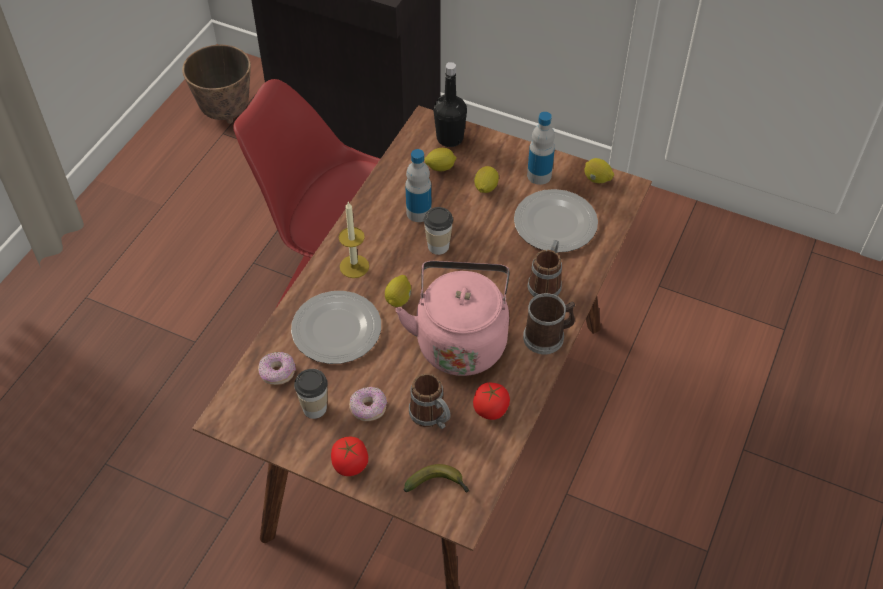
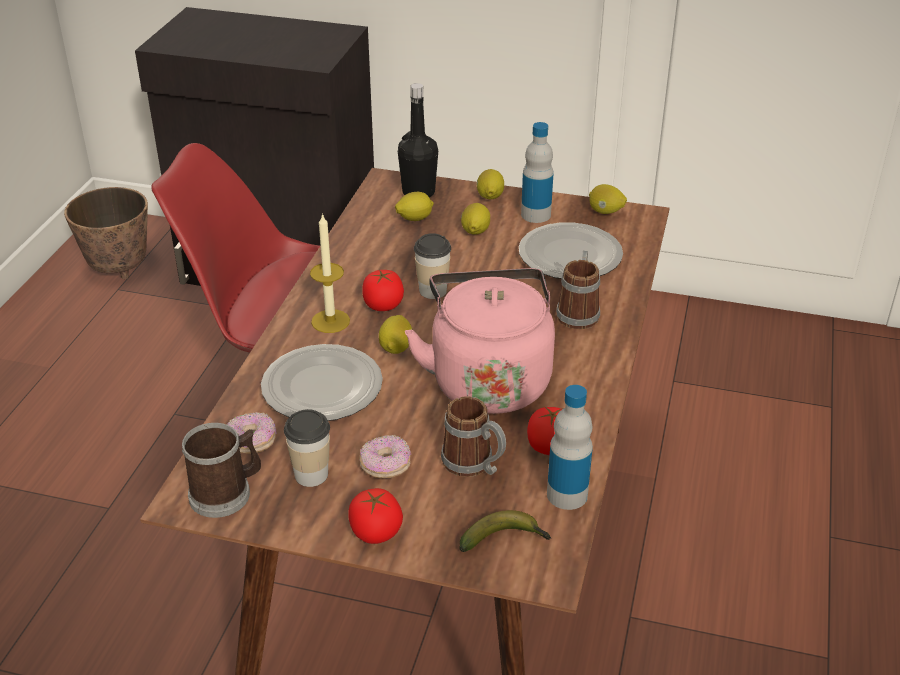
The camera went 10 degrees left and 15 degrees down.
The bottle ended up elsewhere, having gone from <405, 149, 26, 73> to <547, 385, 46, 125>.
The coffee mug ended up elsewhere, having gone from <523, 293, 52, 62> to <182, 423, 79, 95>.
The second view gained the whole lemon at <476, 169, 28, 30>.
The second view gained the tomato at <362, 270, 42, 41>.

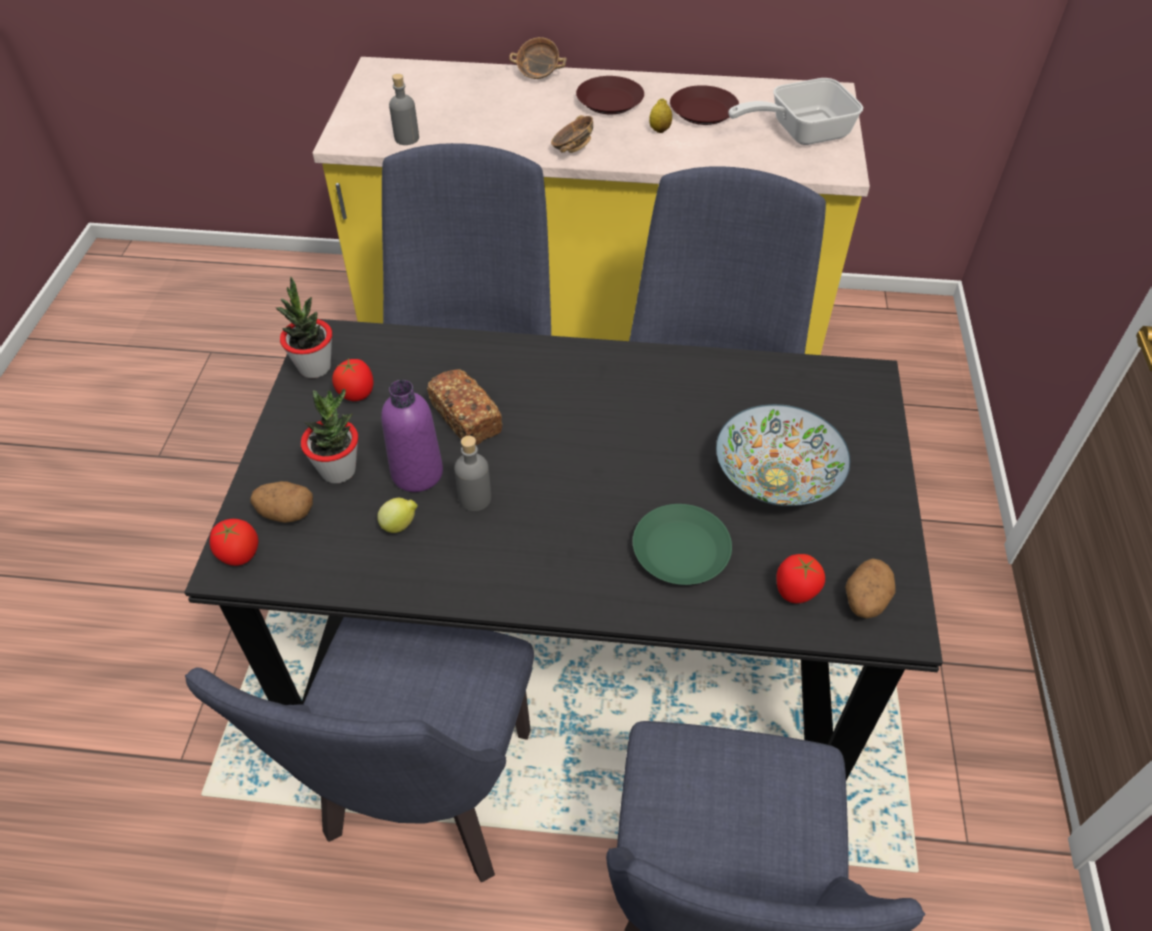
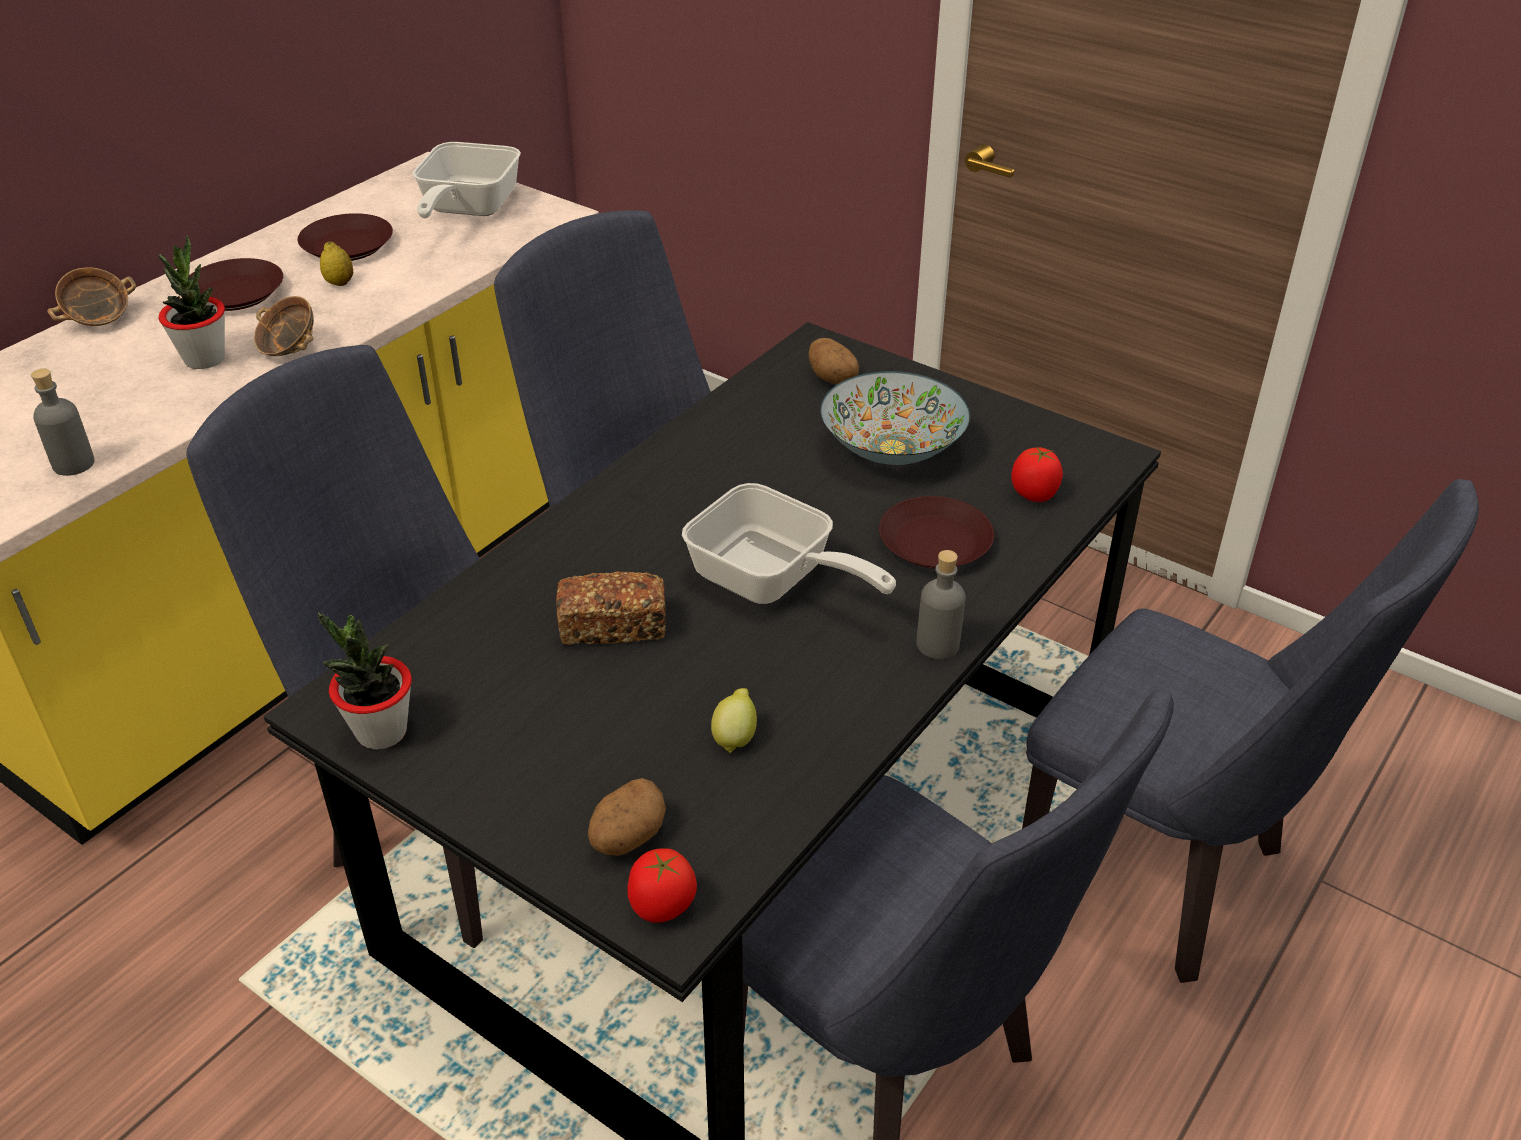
The camera went 60 degrees left and 10 degrees down.
The second view lost the tomato at <332, 358, 42, 43>.
The second view lost the bottle in purple at <381, 380, 62, 112>.
The houseplant ended up elsewhere, having gone from <301, 389, 57, 94> to <159, 236, 66, 133>.
The bottle in grey ended up elsewhere, having gone from <454, 436, 37, 75> to <917, 550, 49, 109>.
What was the flat dish in green at <633, 504, 99, 81> turned into the flat dish in brown-coloured at <879, 496, 115, 73>.
The whole potato ended up elsewhere, having gone from <845, 558, 50, 61> to <809, 338, 50, 46>.
The second view gained the skillet at <682, 483, 214, 121>.

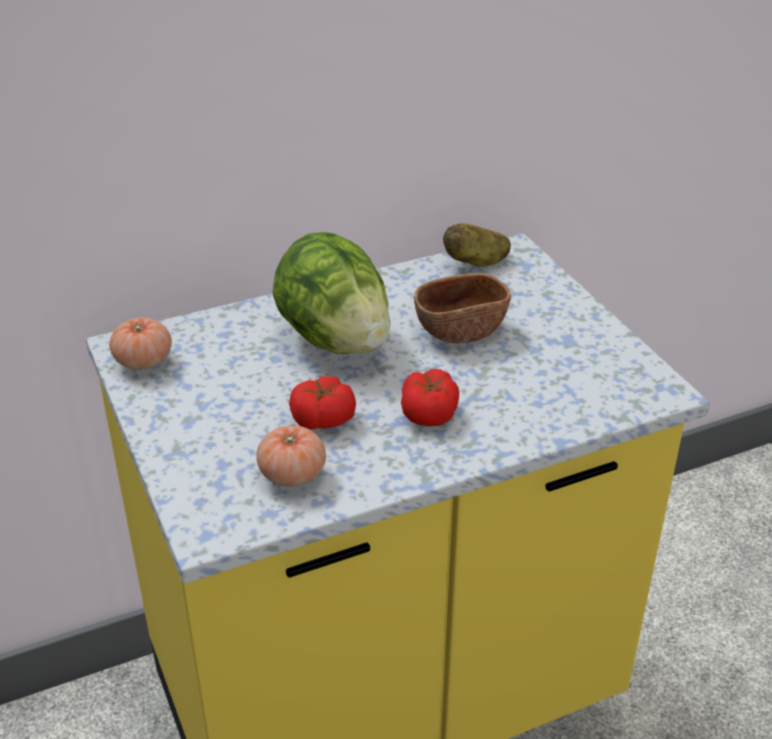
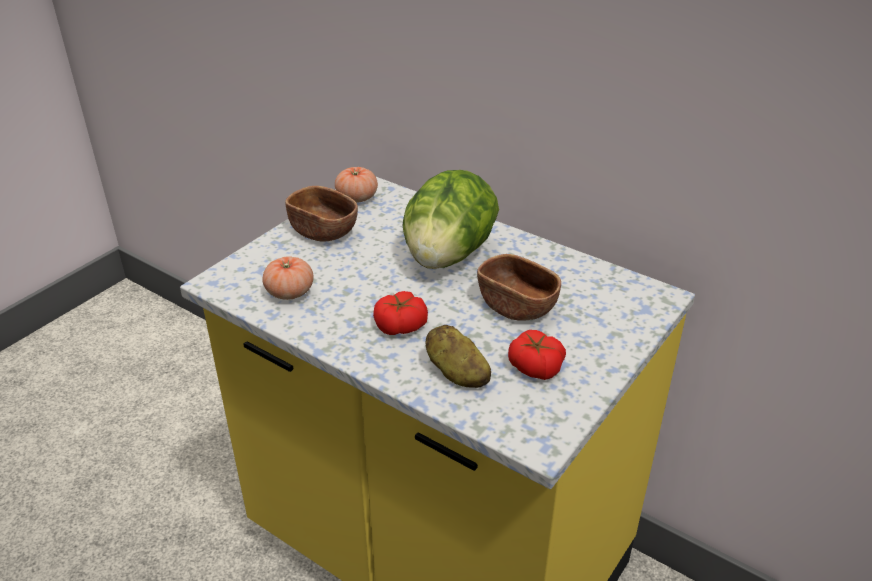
The camera went 60 degrees right and 0 degrees up.
The whole potato ended up elsewhere, having gone from <443, 223, 68, 44> to <426, 325, 65, 63>.
The tomato ended up elsewhere, having gone from <289, 376, 67, 54> to <508, 330, 58, 50>.
The second view gained the deep dish in brown-coloured at <285, 186, 73, 55>.

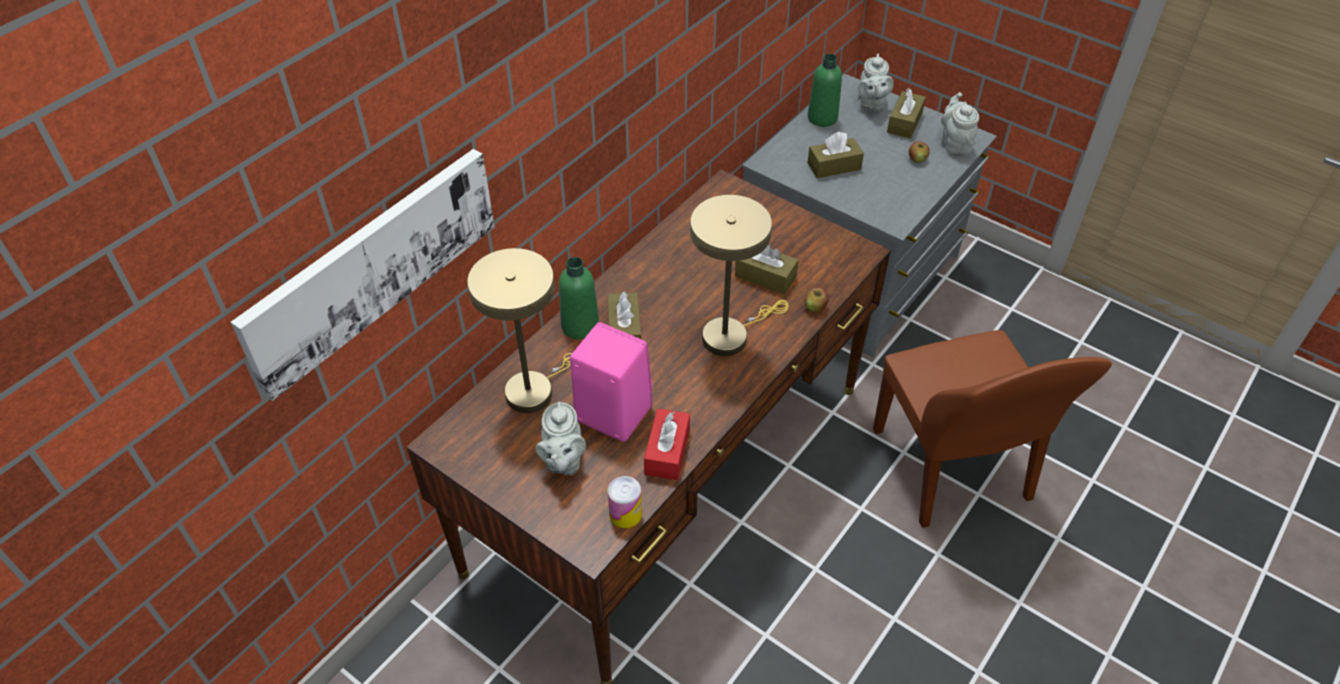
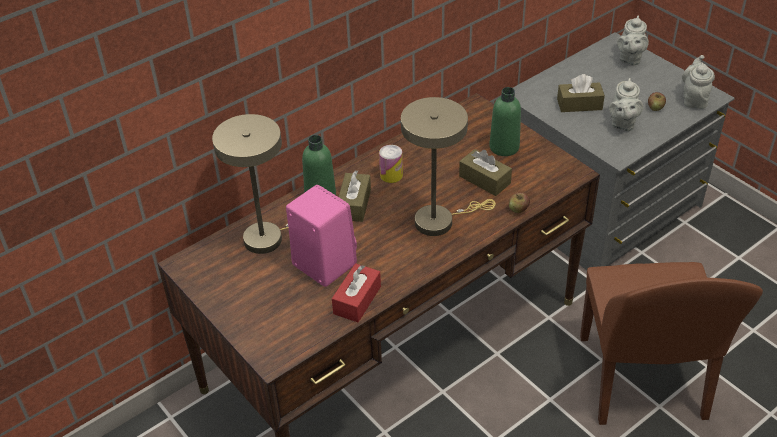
The camera went 15 degrees right and 5 degrees down.
The bottle in green ended up elsewhere, having gone from <808, 54, 34, 73> to <489, 87, 32, 69>.
The second view lost the box of tissues in brown-coloured at <887, 88, 39, 51>.
The second view lost the wall picture at <231, 149, 264, 252>.
The tea pot in grey ended up elsewhere, having gone from <536, 401, 50, 74> to <609, 78, 34, 53>.
The can ended up elsewhere, having gone from <608, 476, 34, 52> to <379, 145, 24, 38>.

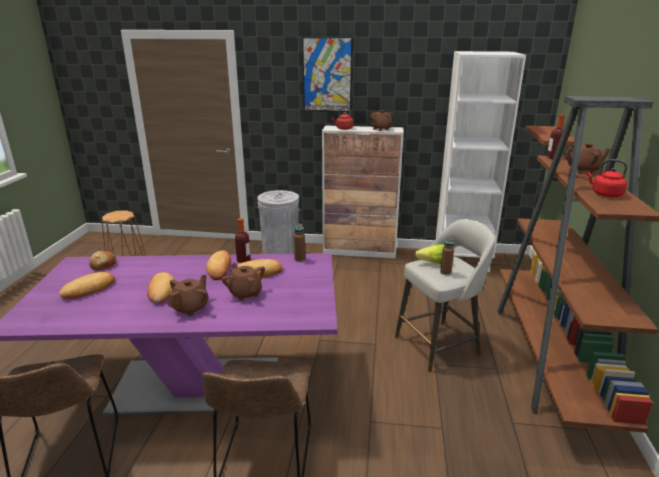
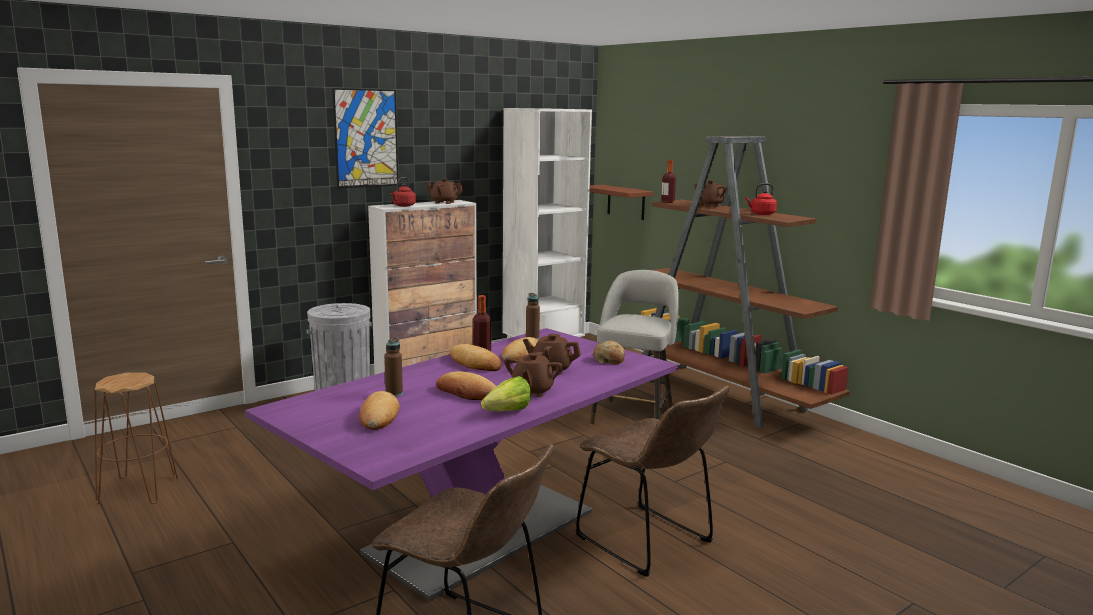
The camera went 45 degrees left and 10 degrees down.
The bottle in brown-coloured ended up elsewhere, having gone from <440, 238, 14, 37> to <384, 338, 19, 59>.
The lettuce ended up elsewhere, having gone from <415, 244, 29, 20> to <481, 376, 50, 35>.
The baked bread ended up elsewhere, having gone from <89, 251, 27, 20> to <593, 340, 32, 24>.
The tea pot in brown-coloured at <168, 275, 41, 41> ended up facing another way, 150 degrees counterclockwise from before.

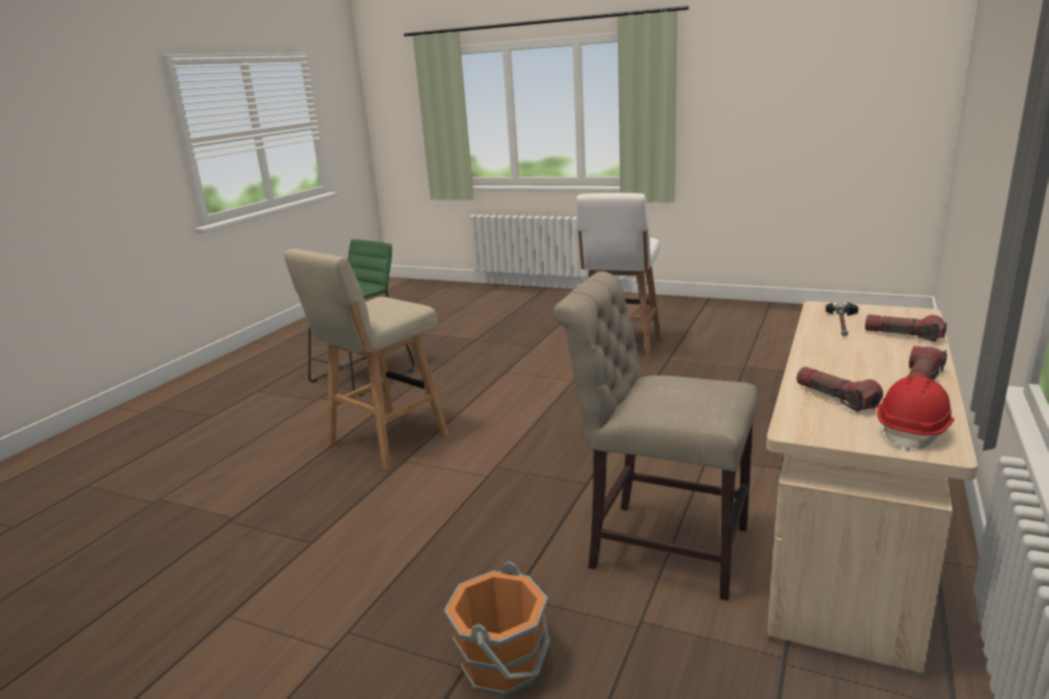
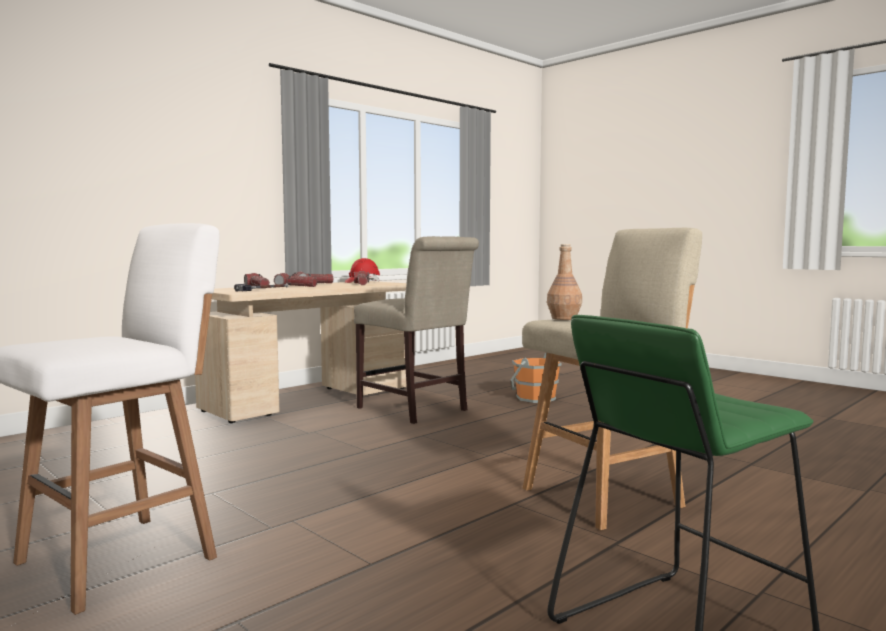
The camera went 160 degrees left and 15 degrees down.
The second view gained the bottle in brown-coloured at <547, 244, 35, 76>.
The second view gained the hand torch at <274, 273, 43, 14>.

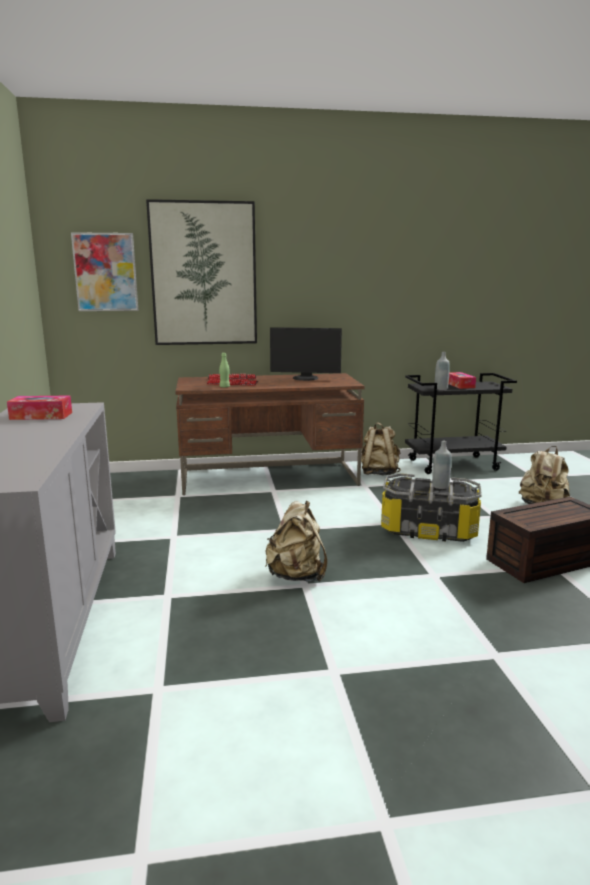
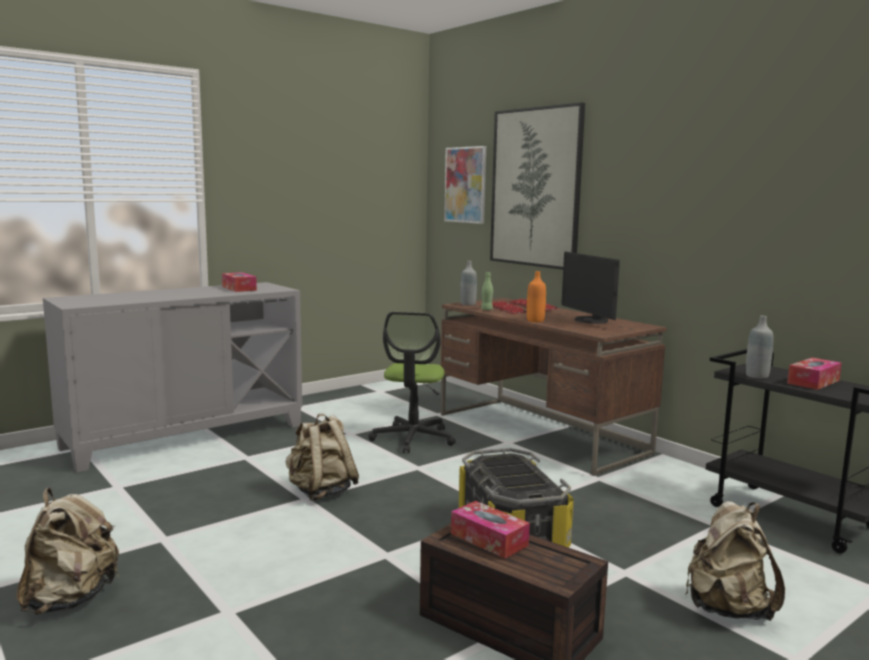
The camera went 60 degrees right and 5 degrees down.
The backpack in beige ended up elsewhere, having gone from <361, 422, 39, 53> to <16, 488, 103, 127>.
The bottle in grey ended up elsewhere, having gone from <432, 441, 19, 48> to <460, 261, 17, 45>.
The second view gained the bottle in orange at <527, 271, 19, 51>.
The second view gained the desk chair at <368, 312, 88, 141>.
The second view gained the box of tissues at <451, 501, 79, 58>.

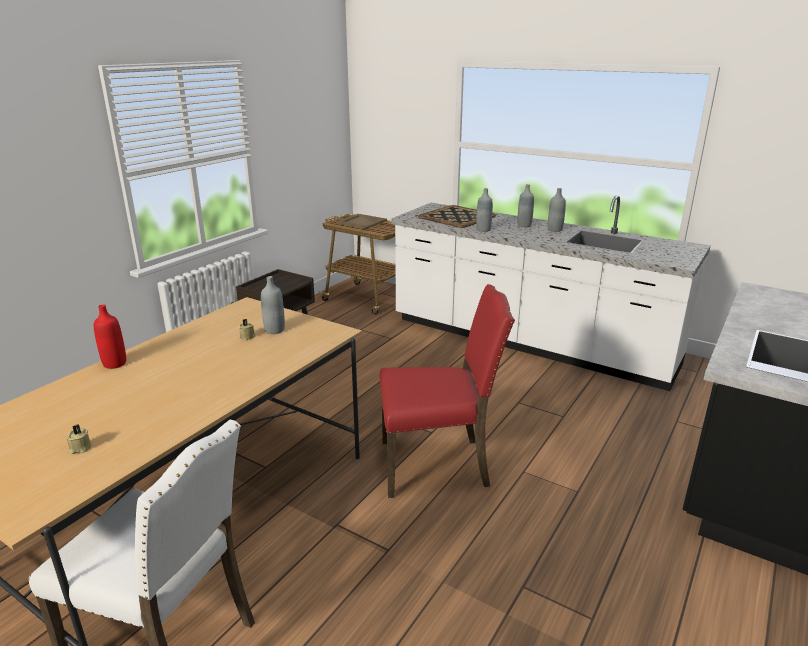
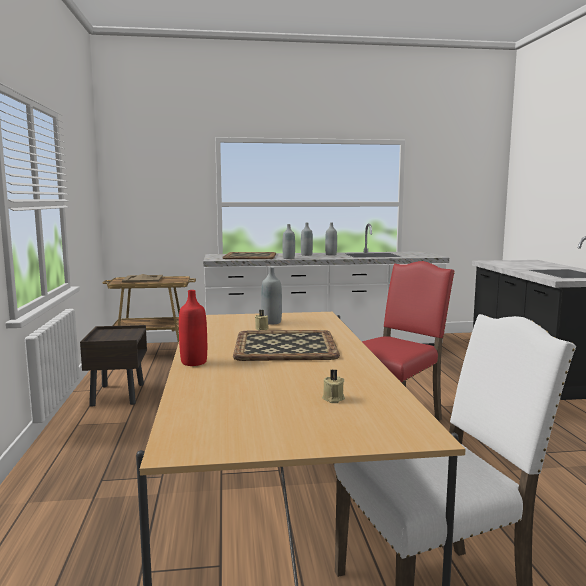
The camera went 40 degrees left and 15 degrees down.
The second view gained the tray at <233, 330, 107, 31>.

